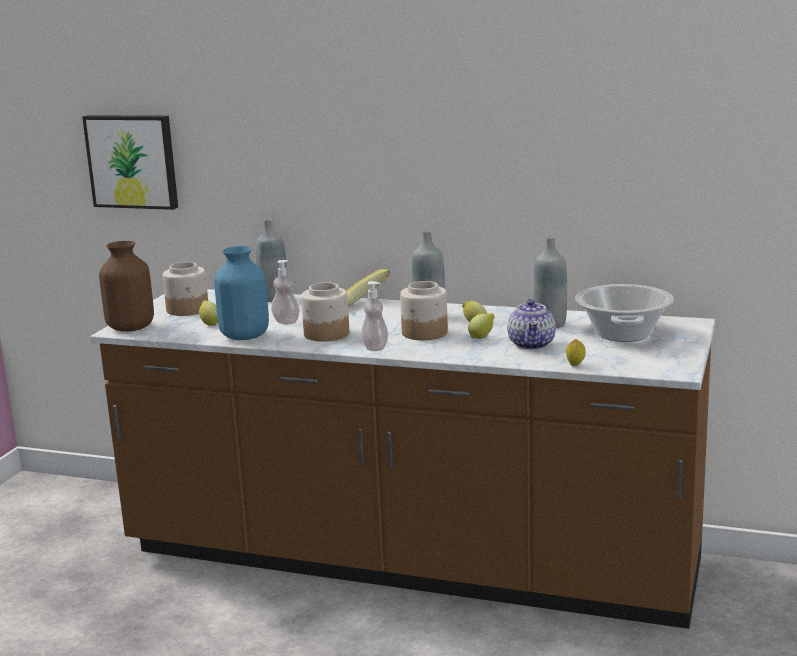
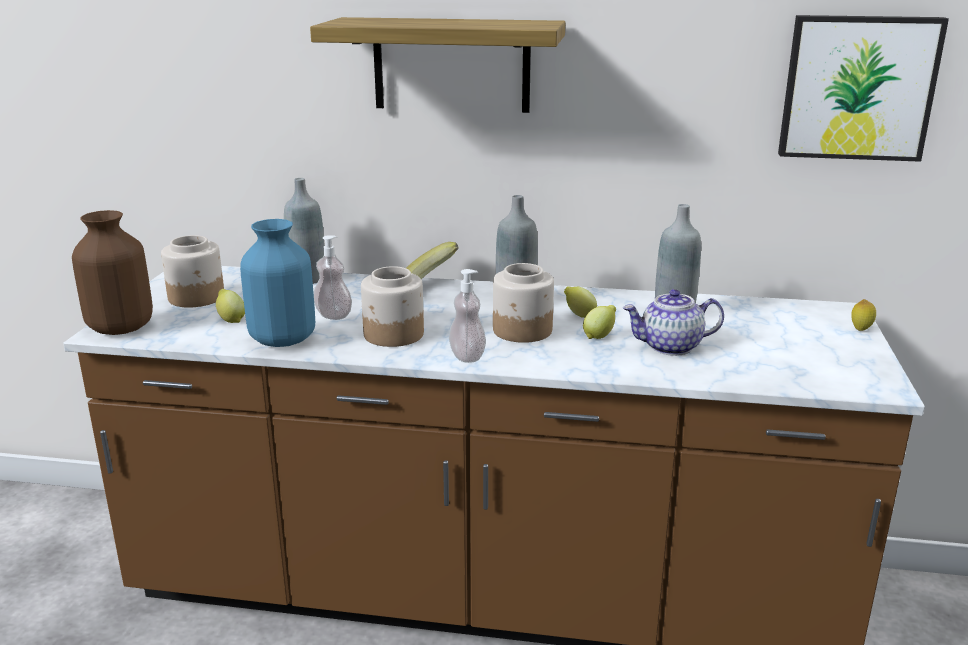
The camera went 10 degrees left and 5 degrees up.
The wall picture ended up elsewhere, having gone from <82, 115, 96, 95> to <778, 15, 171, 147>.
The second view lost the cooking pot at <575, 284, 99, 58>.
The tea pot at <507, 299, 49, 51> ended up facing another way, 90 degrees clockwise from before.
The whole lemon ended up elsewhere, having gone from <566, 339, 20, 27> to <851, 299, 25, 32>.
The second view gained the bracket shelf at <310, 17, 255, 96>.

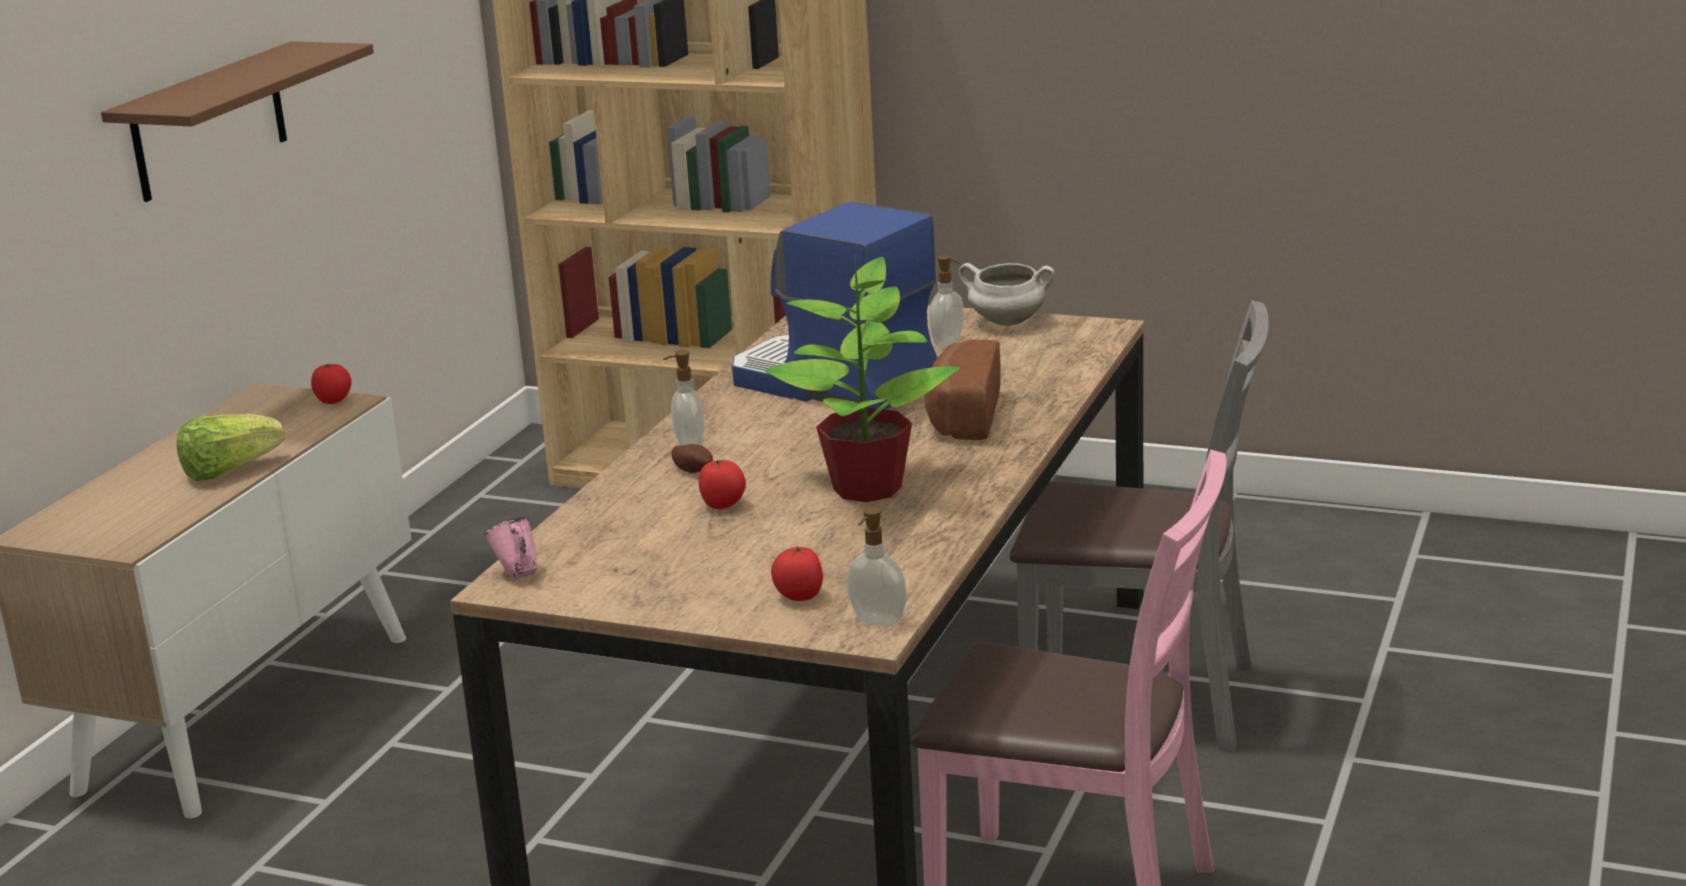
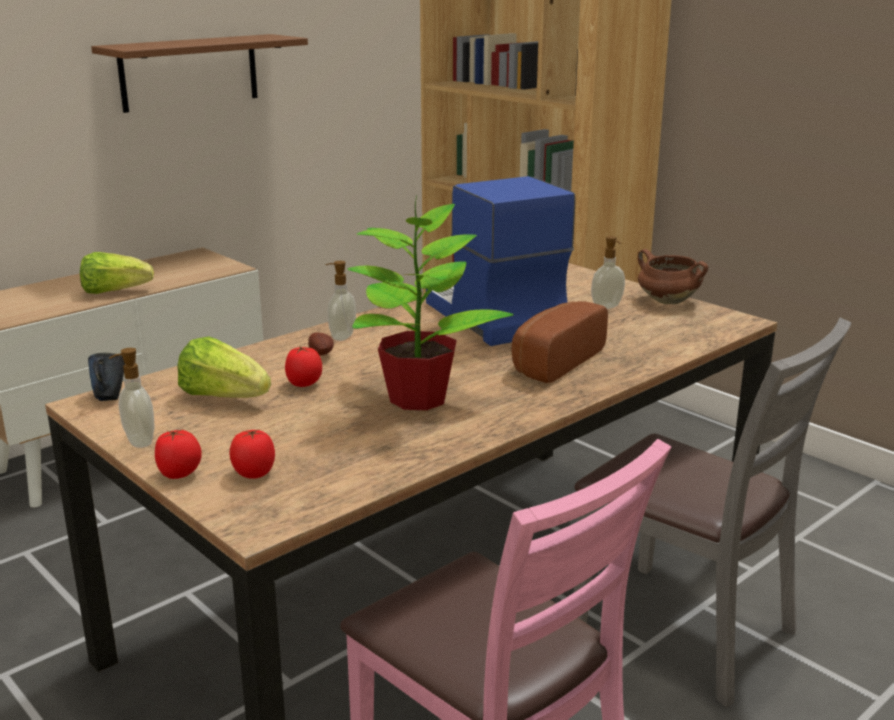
The camera went 25 degrees right and 0 degrees up.
What was the cooking pot in whitish at <959, 263, 96, 63> turned into the cooking pot in brown-coloured at <638, 249, 70, 55>.
The tomato ended up elsewhere, having gone from <311, 363, 41, 41> to <155, 429, 47, 50>.
The liquid soap bottle ended up elsewhere, having gone from <847, 507, 60, 120> to <109, 348, 46, 100>.
What was the coffee mug in pink at <485, 517, 52, 63> turned into the coffee mug in bluish at <88, 353, 37, 48>.
The second view gained the lettuce at <177, 336, 94, 62>.

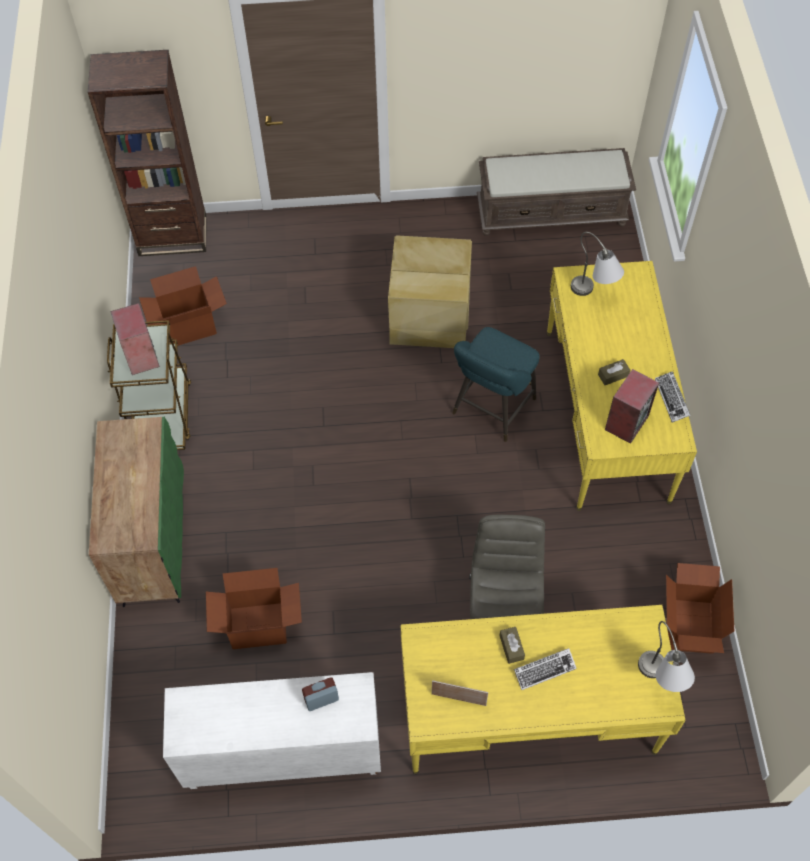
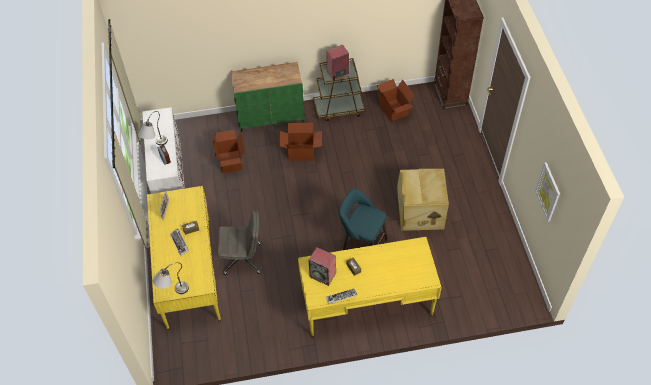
The camera went 85 degrees right and 5 degrees down.
The second view lost the bench in brown-coloured at <477, 148, 159, 88>.
The tabletop lamp in grey ended up elsewhere, having gone from <571, 232, 53, 64> to <139, 111, 29, 35>.
The carton ended up elsewhere, having gone from <666, 563, 68, 91> to <279, 123, 43, 38>.
The second view gained the wall picture at <535, 162, 25, 60>.

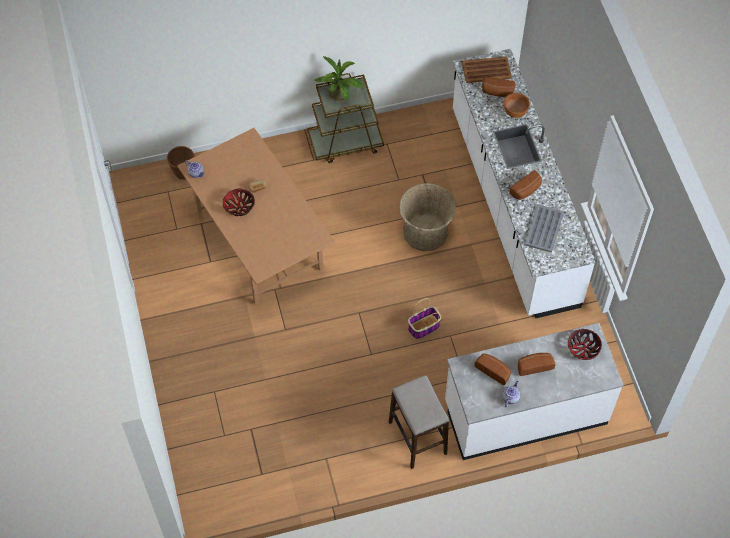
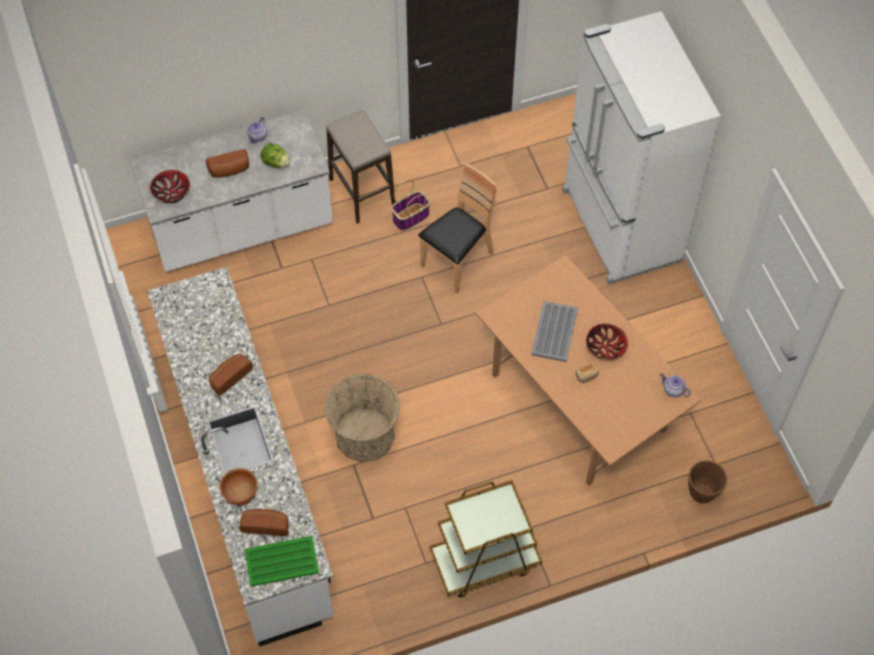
The camera went 175 degrees right and 0 degrees up.
The second view lost the houseplant at <315, 56, 50, 45>.
What was the tray in brown-coloured at <462, 57, 50, 26> turned into the tray in green at <245, 536, 74, 51>.
The tray in grey ended up elsewhere, having gone from <524, 204, 40, 49> to <531, 301, 47, 61>.
The storage basket ended up elsewhere, having gone from <408, 298, 33, 41> to <391, 179, 39, 52>.
Where the baked bread stood at <474, 353, 37, 32>, the lettuce came to stand at <261, 143, 29, 25>.
The second view gained the kitchen fridge in whitish at <562, 11, 159, 274>.
The second view gained the plain chair in brown-coloured at <418, 163, 79, 131>.

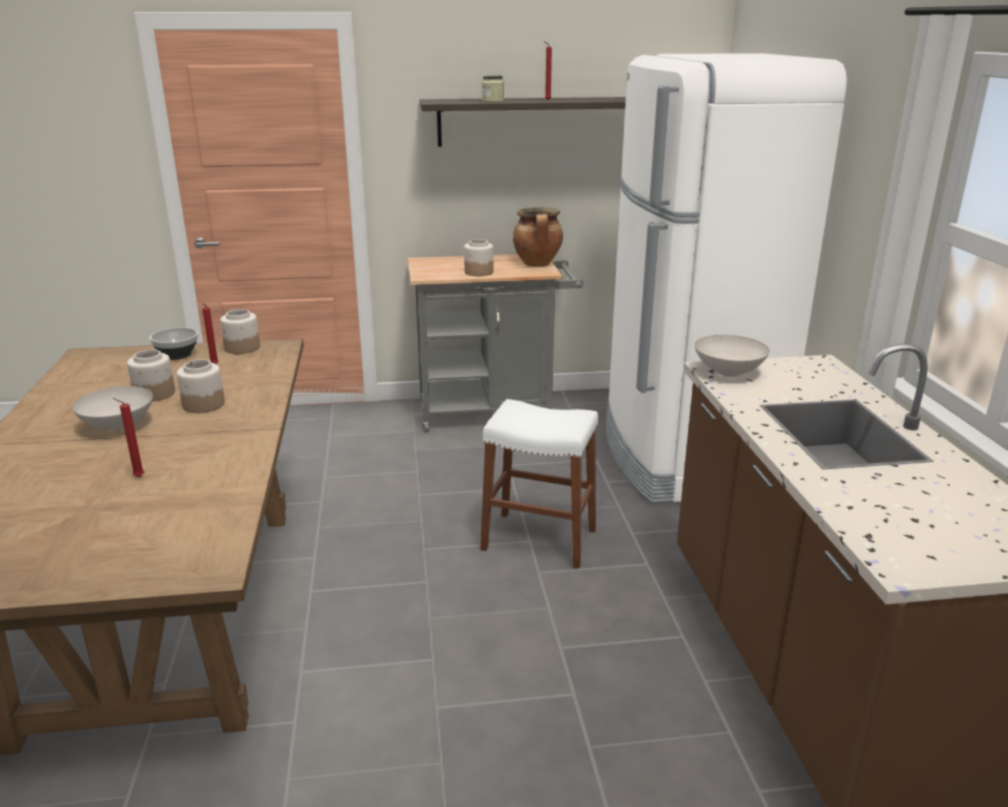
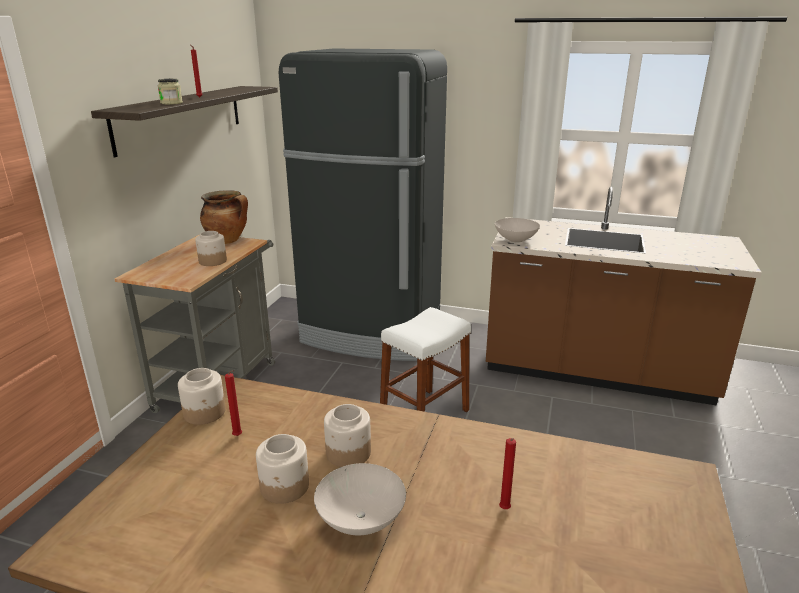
The camera went 65 degrees left and 0 degrees up.
What was the kitchen fridge in whitish at <606, 53, 241, 451> turned into the kitchen fridge in blackish at <279, 49, 168, 312>.
The second view lost the deep dish at <150, 327, 48, 33>.

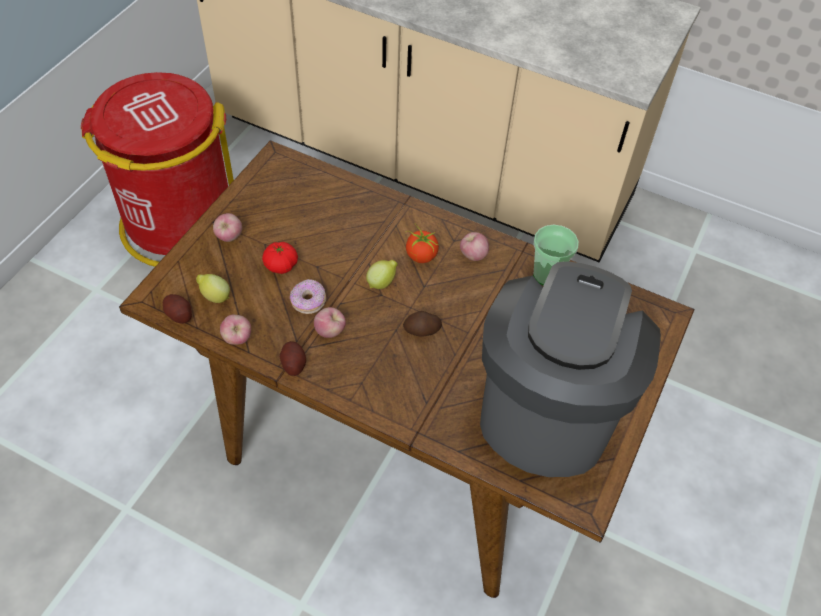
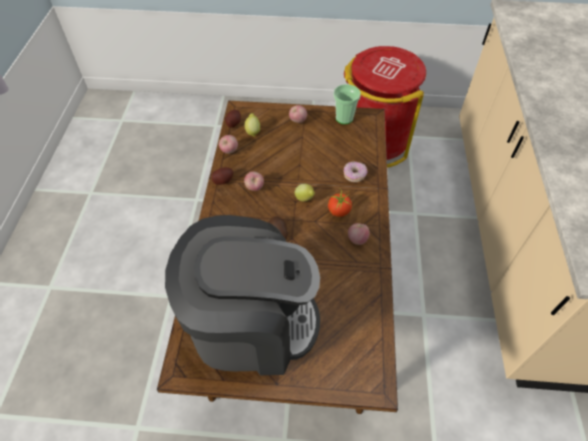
The camera went 70 degrees right and 0 degrees up.
The drinking cup ended up elsewhere, having gone from <533, 225, 46, 61> to <333, 84, 28, 40>.
The second view lost the tomato at <262, 242, 36, 32>.
The doughnut ended up elsewhere, having gone from <290, 279, 36, 35> to <344, 161, 23, 21>.

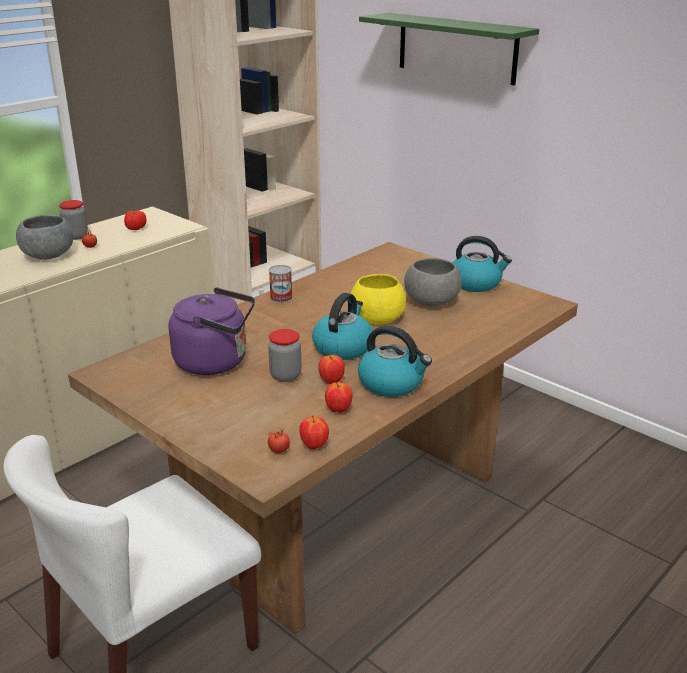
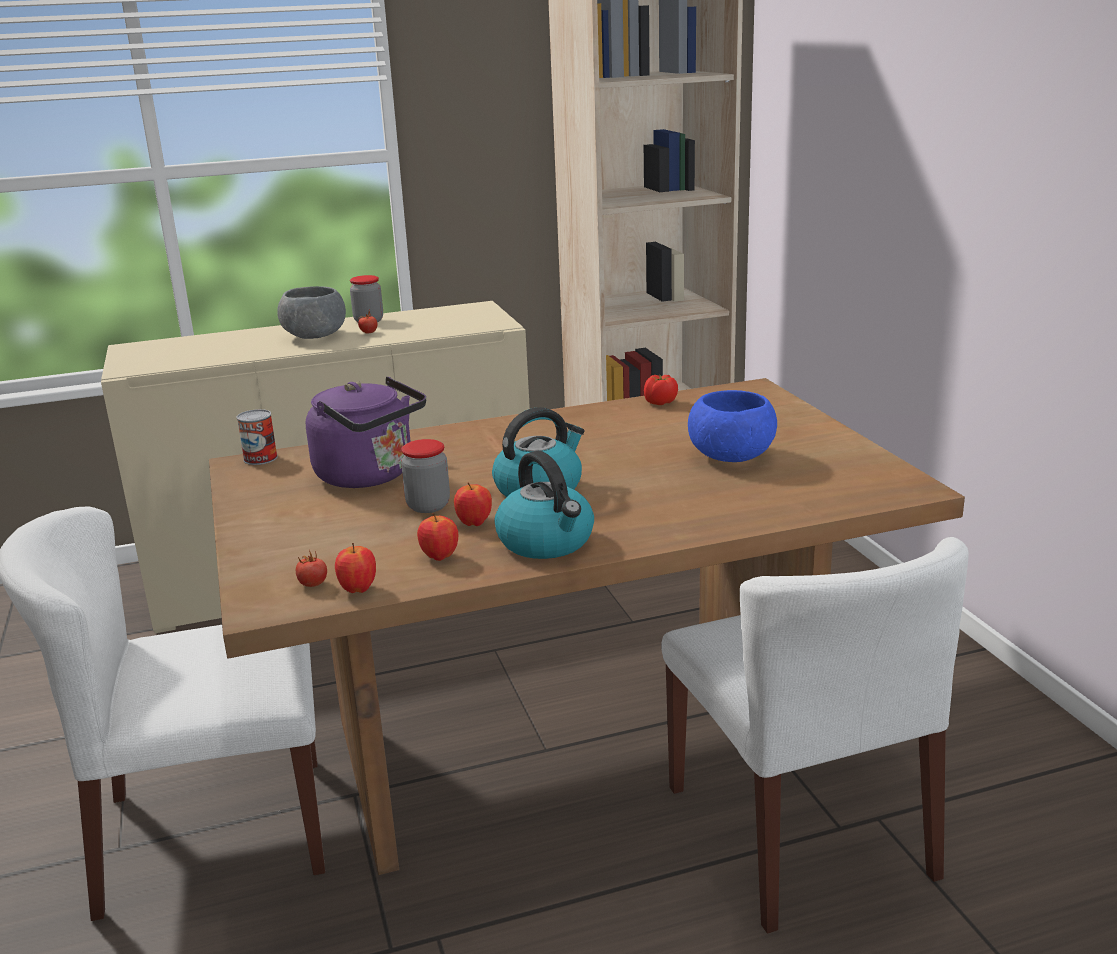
The camera went 30 degrees right and 5 degrees down.
The second view lost the bracket shelf in green at <359, 13, 180, 73>.
The tomato ended up elsewhere, having gone from <124, 210, 23, 20> to <644, 375, 34, 30>.
The second view lost the water kettle at <453, 236, 59, 56>.
What was the deep dish in grey at <404, 258, 58, 48> turned into the deep dish in bluish at <688, 390, 89, 72>.
The can ended up elsewhere, having gone from <269, 265, 23, 38> to <236, 409, 42, 56>.
The second view lost the deep dish in yellow at <351, 274, 55, 51>.
The second view gained the plain chair in whitish at <661, 537, 308, 397>.

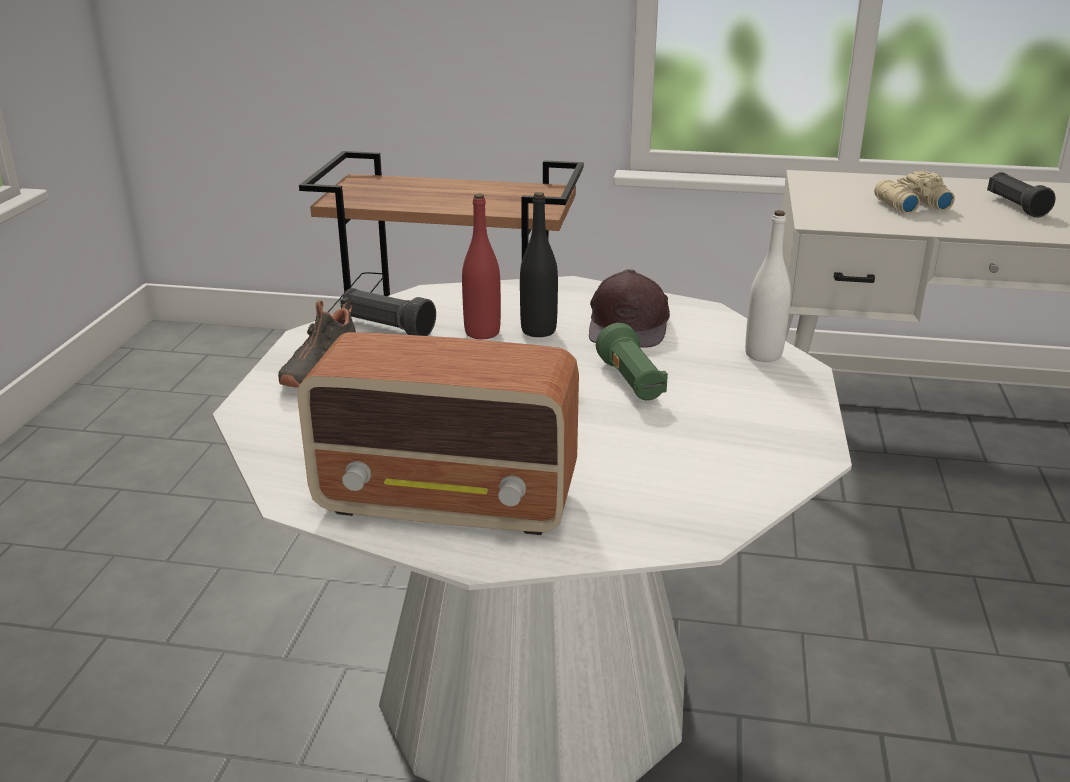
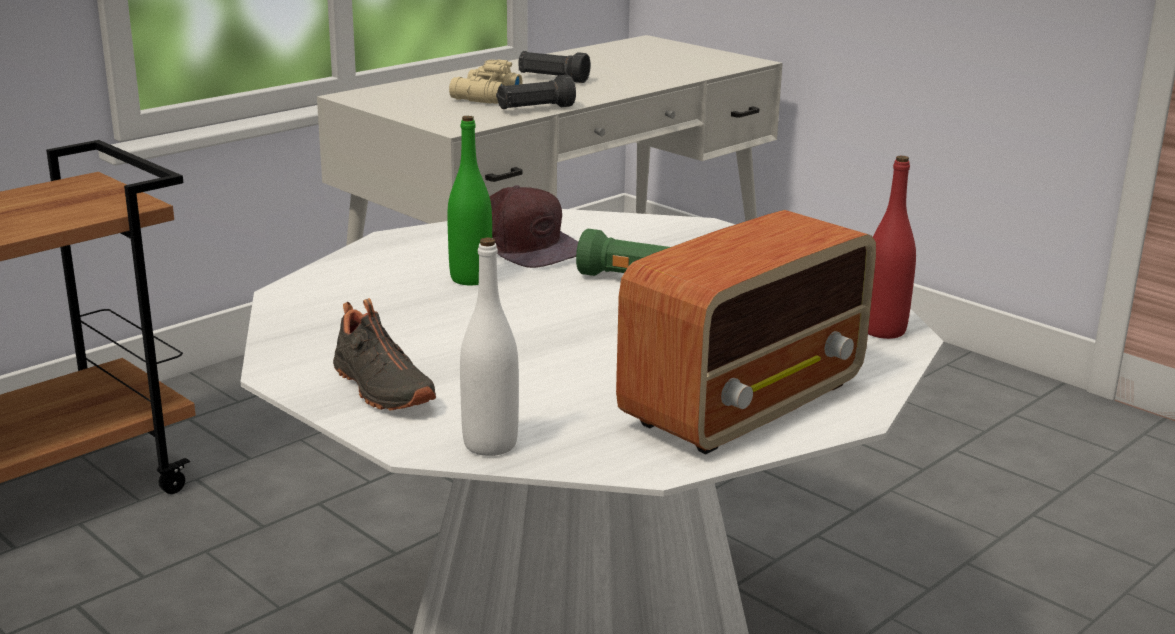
The camera went 55 degrees left and 5 degrees down.
What was the bottle in blackish at <520, 192, 38, 145> turned into the bottle in green at <447, 116, 45, 169>.
The bottle in reddish ended up elsewhere, having gone from <462, 194, 39, 145> to <868, 156, 48, 183>.
The bottle in whitish ended up elsewhere, having gone from <745, 210, 46, 152> to <460, 238, 59, 218>.
The hand torch in blackish ended up elsewhere, having gone from <340, 288, 96, 48> to <496, 75, 80, 34>.

